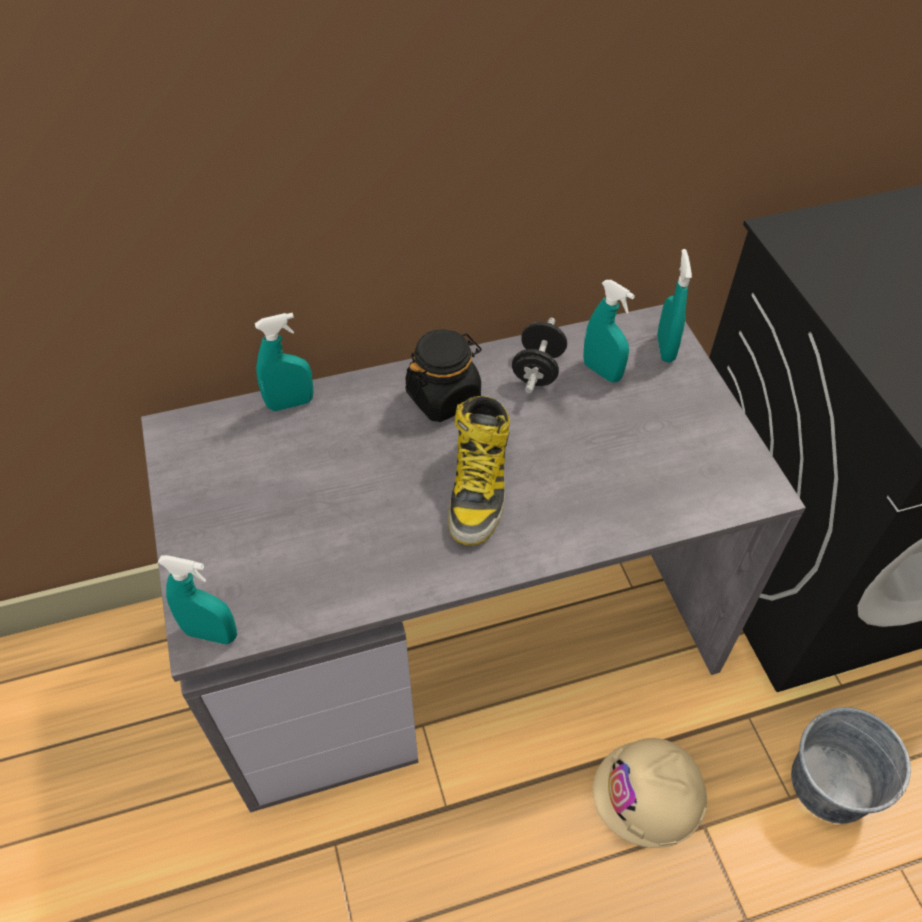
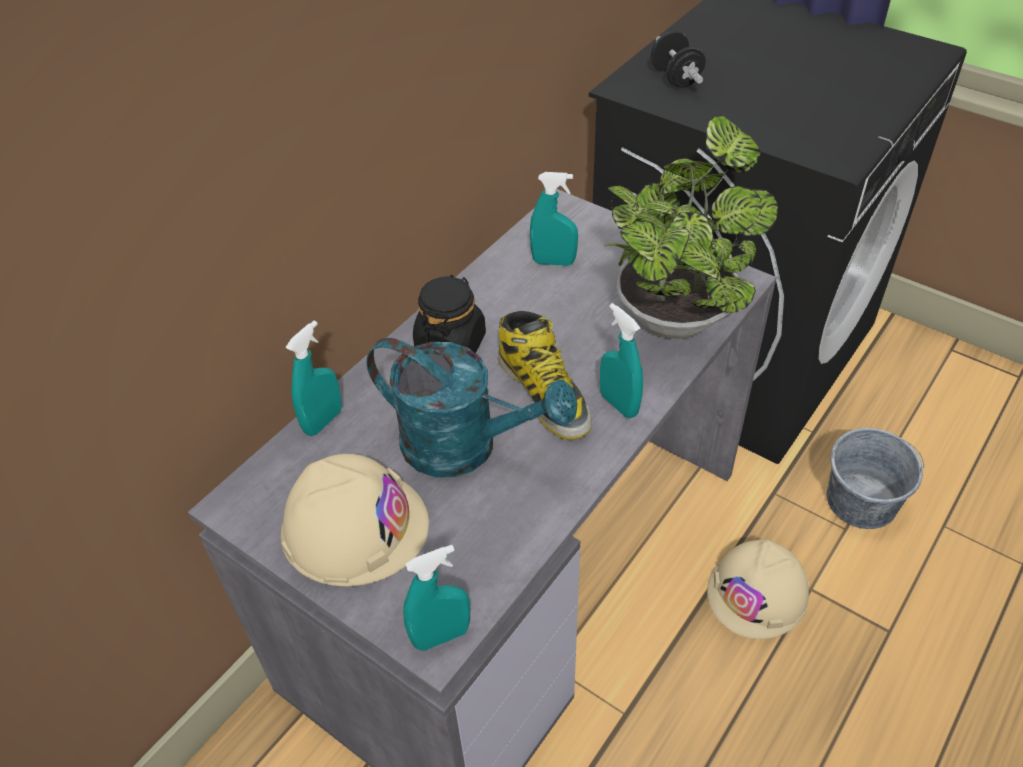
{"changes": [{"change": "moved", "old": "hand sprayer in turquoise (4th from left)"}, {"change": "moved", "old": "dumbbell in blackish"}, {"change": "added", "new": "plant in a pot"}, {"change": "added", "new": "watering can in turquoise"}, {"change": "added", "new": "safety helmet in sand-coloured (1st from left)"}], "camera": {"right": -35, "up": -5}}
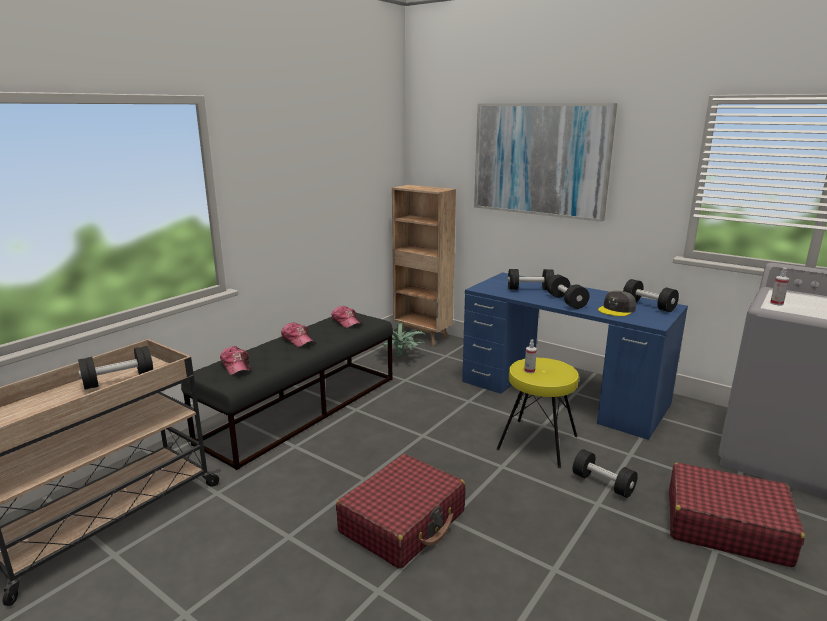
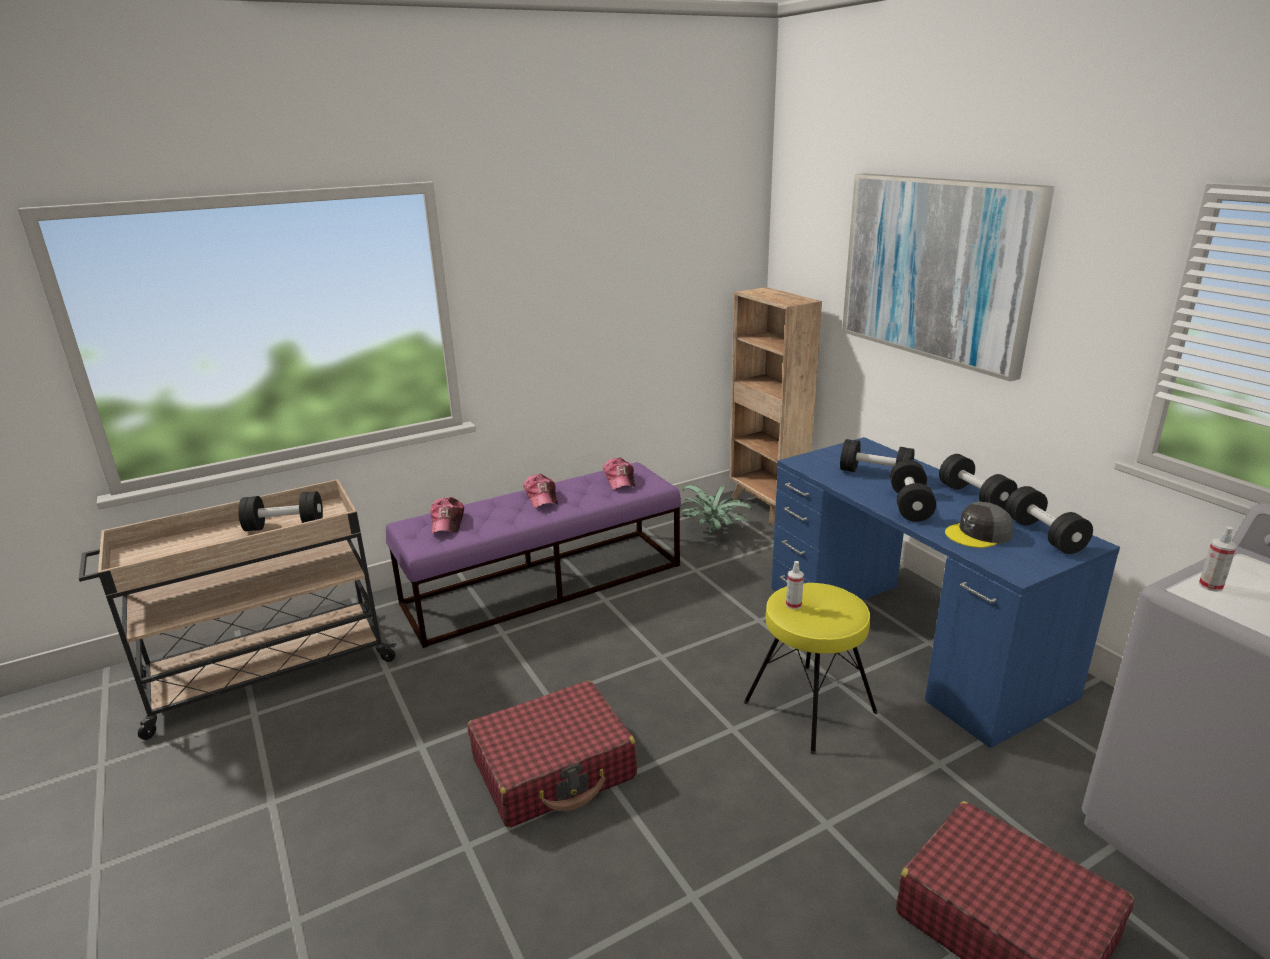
{"changes": [{"change": "recoloured", "old": "bench in blackish", "new": "bench in purple-coloured"}, {"change": "moved", "old": "dumbbell in blackish (4th from left)"}], "camera": {"right": 25, "up": 5}}
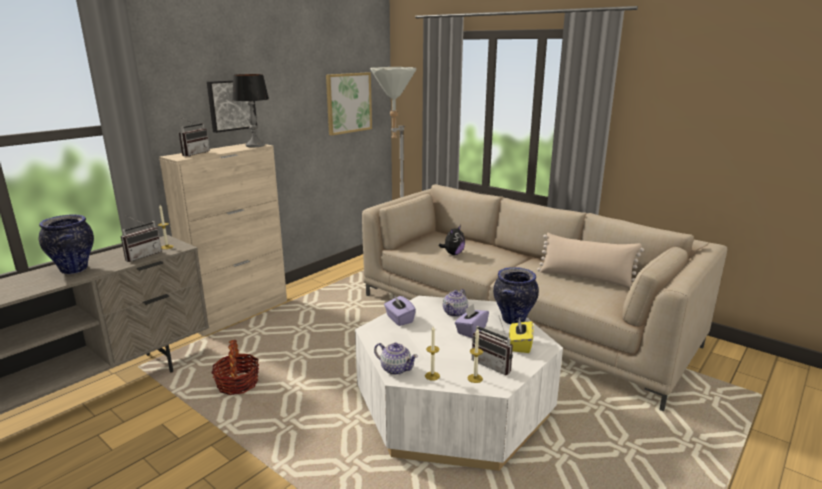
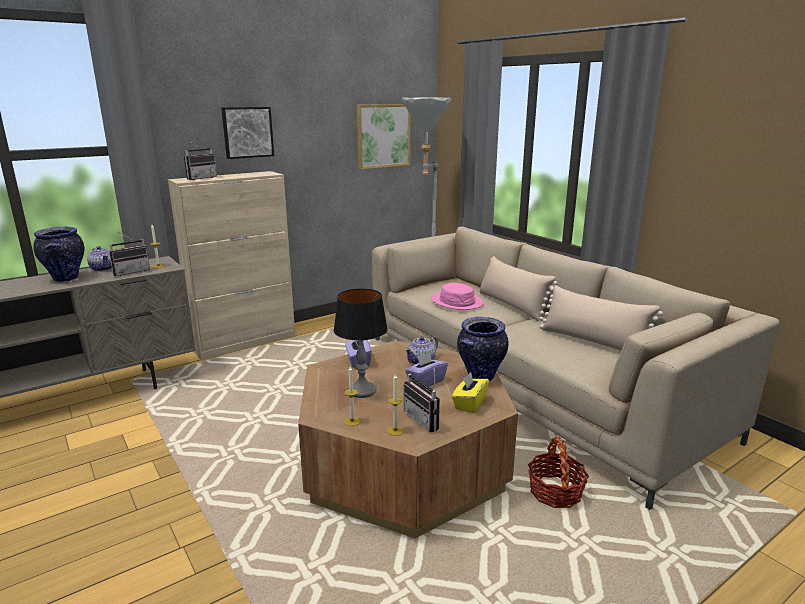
{"changes": [{"change": "moved", "old": "lamp for a table"}, {"change": "replaced", "old": "plush toy", "new": "clothing hat in pink"}, {"change": "recoloured", "old": "coffee table in white-coloured", "new": "coffee table in brown-coloured"}, {"change": "moved", "old": "storage basket"}, {"change": "moved", "old": "teapot (1st from left)"}, {"change": "added", "new": "throw pillow in sand-coloured (1st from left)"}], "camera": {"right": 15, "up": 0}}
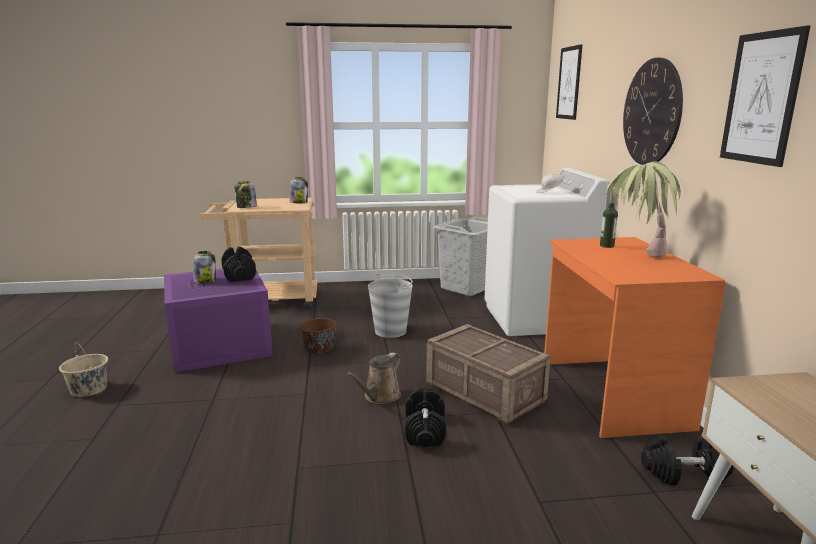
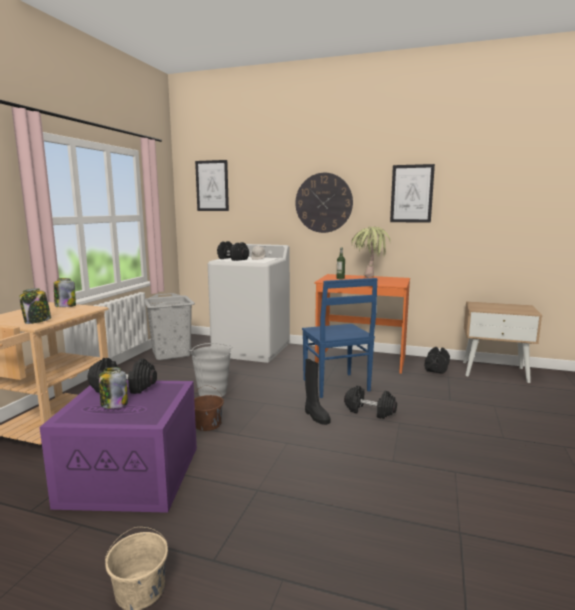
{"changes": [{"change": "replaced", "old": "shipping crate", "new": "upright chair in blue-coloured"}, {"change": "replaced", "old": "watering can in brown-coloured", "new": "tall boot in blackish"}, {"change": "added", "new": "dumbbell in blackish (2nd from left)"}], "camera": {"right": -65, "up": -5}}
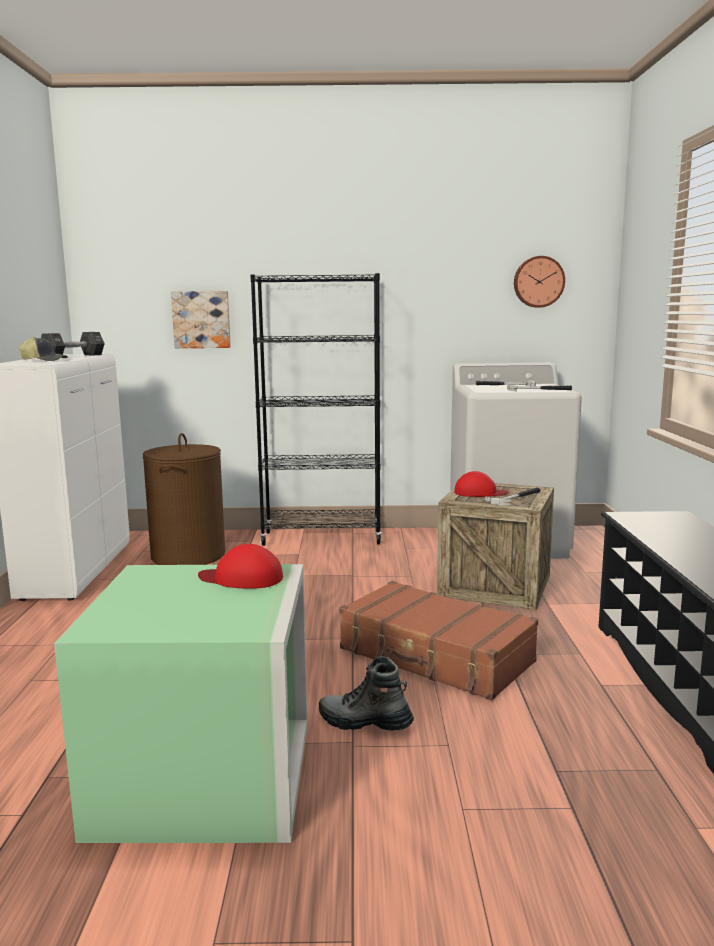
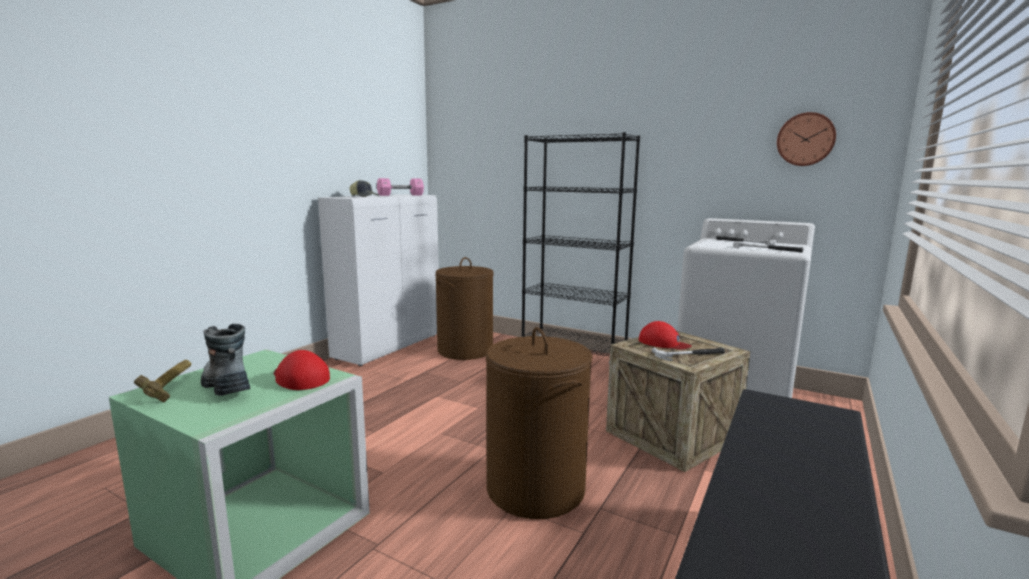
{"changes": [{"change": "removed", "old": "picture"}, {"change": "recoloured", "old": "dumbbell in blackish", "new": "dumbbell in pink"}, {"change": "replaced", "old": "piece of luggage in brown-coloured", "new": "washing basket in brown-coloured (2nd from left)"}, {"change": "moved", "old": "tall boot"}, {"change": "added", "new": "hand hammer (1st from left)"}], "camera": {"right": 30, "up": 0}}
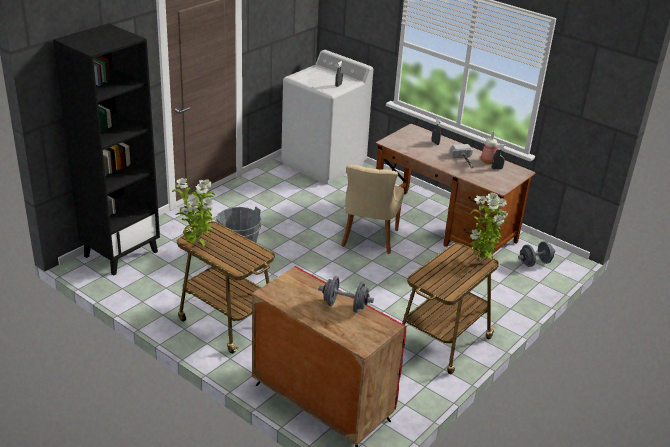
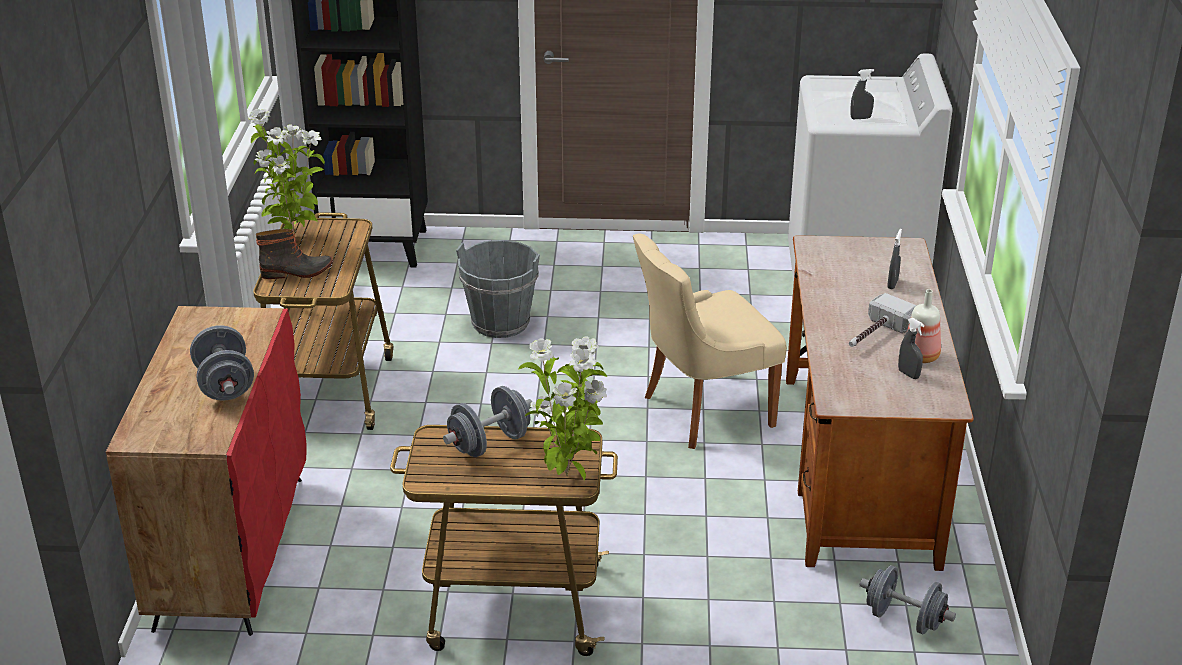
{"changes": [{"change": "added", "new": "tall boot"}, {"change": "added", "new": "dumbbell in greyish (2nd from left)"}], "camera": {"right": 55, "up": 0}}
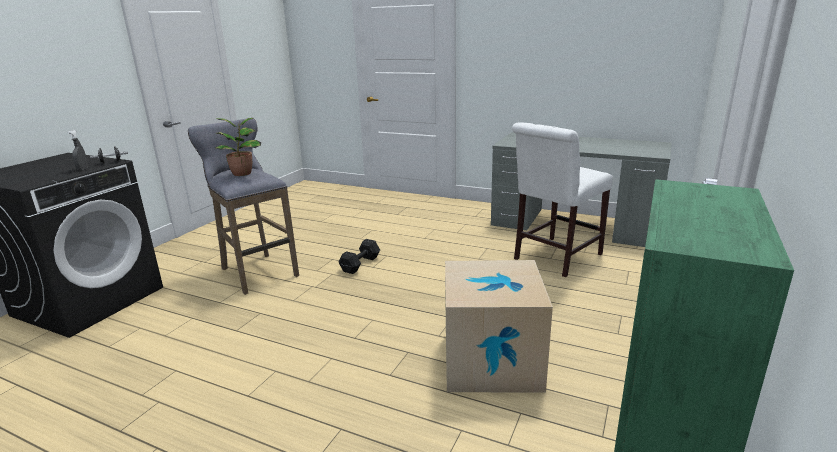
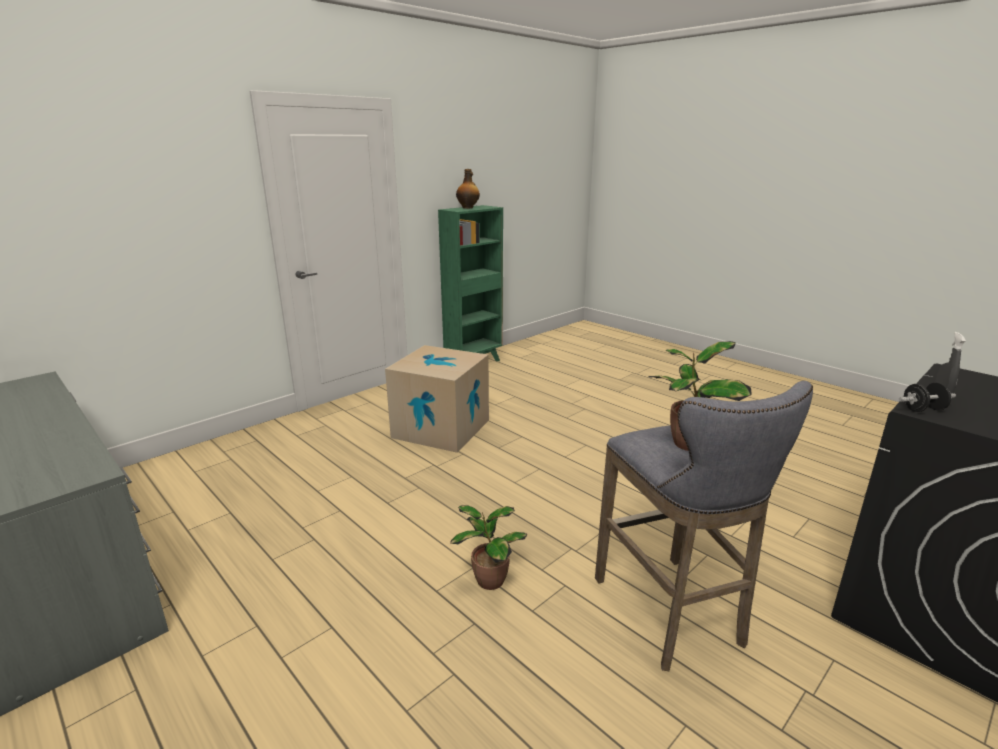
{"changes": [{"change": "removed", "old": "upright chair in white-coloured"}, {"change": "replaced", "old": "dumbbell in blackish (2nd from left)", "new": "plant in a pot (1st from left)"}, {"change": "added", "new": "bottle"}], "camera": {"right": -160, "up": 0}}
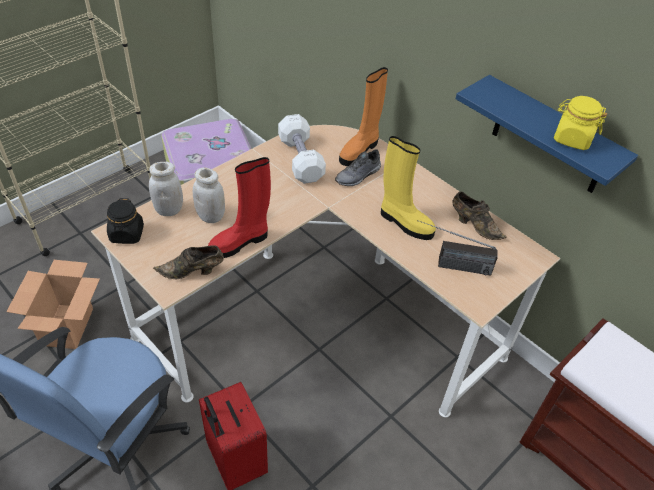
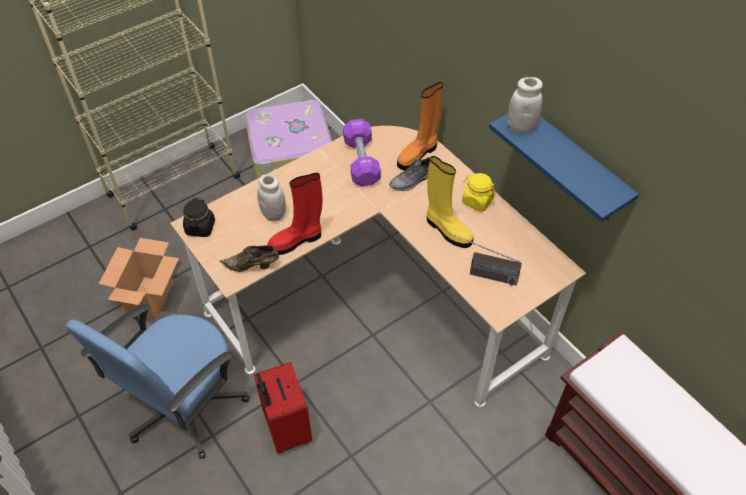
{"changes": [{"change": "moved", "old": "jar in yellowish"}, {"change": "recoloured", "old": "dumbbell in white-coloured", "new": "dumbbell in purple-coloured"}, {"change": "moved", "old": "jar in white-coloured (1st from left in the first image)", "new": "jar in white-coloured (2nd from left)"}, {"change": "removed", "old": "shoe in brown-coloured (2nd from left)"}], "camera": {"right": 10, "up": 5}}
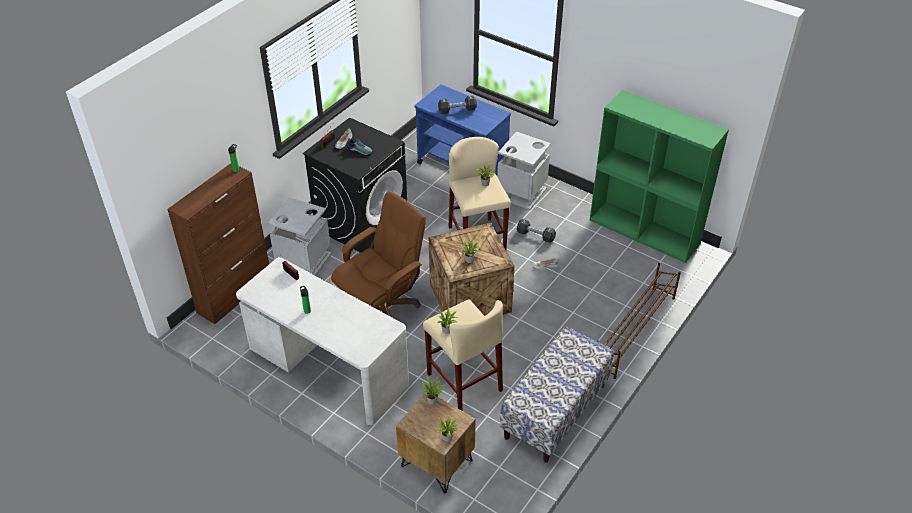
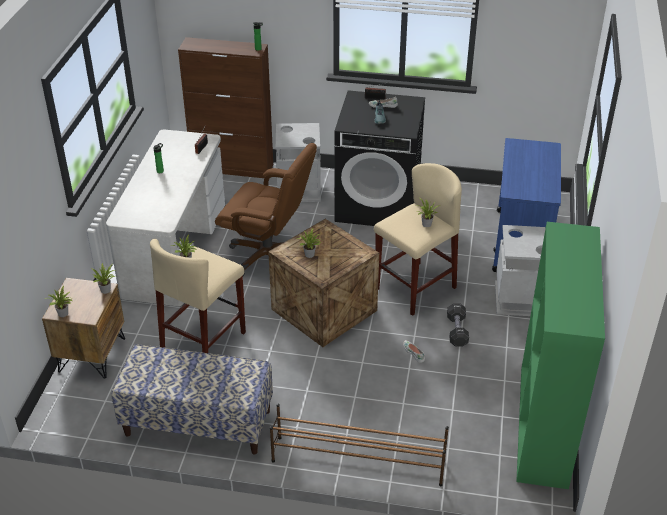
{"changes": [{"change": "removed", "old": "dumbbell in blackish (1st from left)"}], "camera": {"right": 65, "up": -5}}
